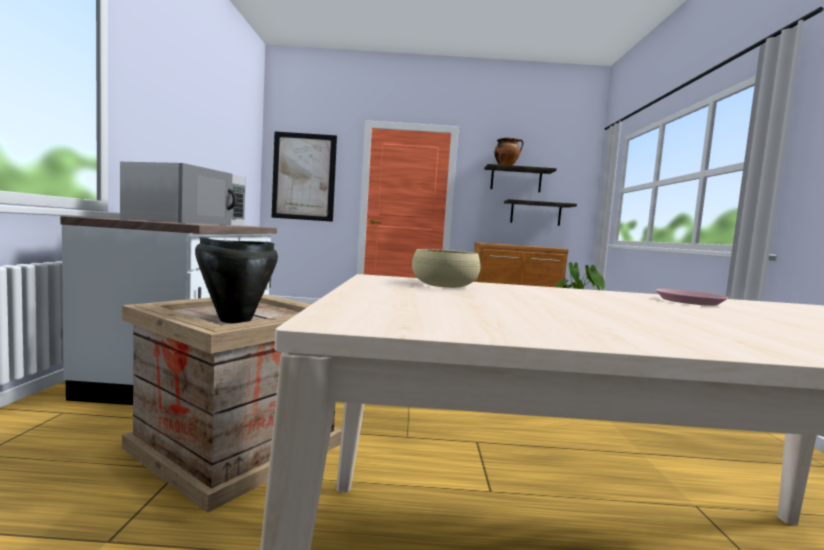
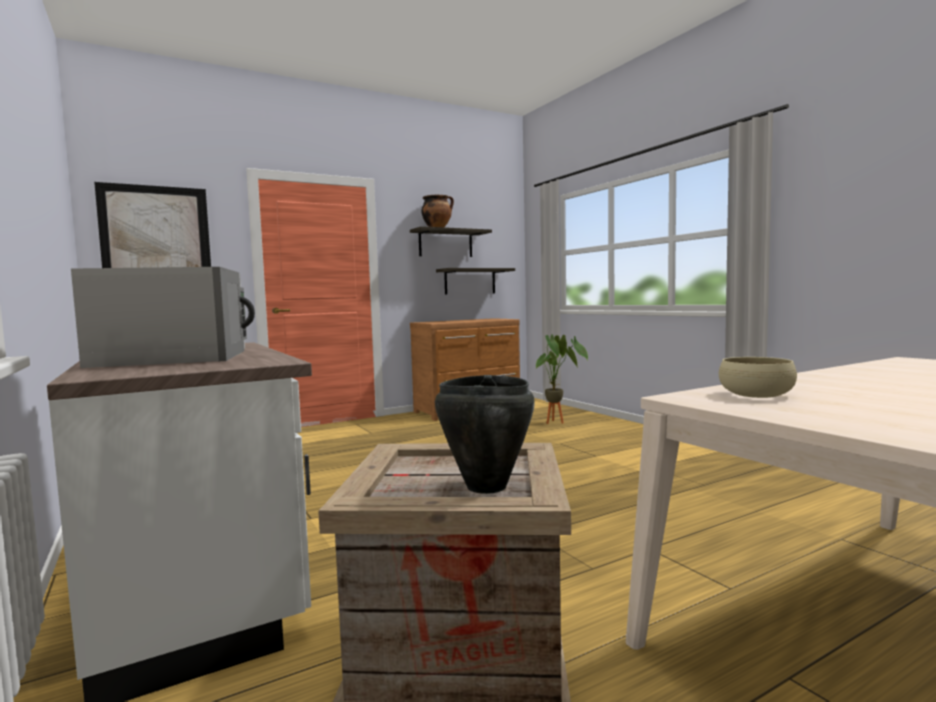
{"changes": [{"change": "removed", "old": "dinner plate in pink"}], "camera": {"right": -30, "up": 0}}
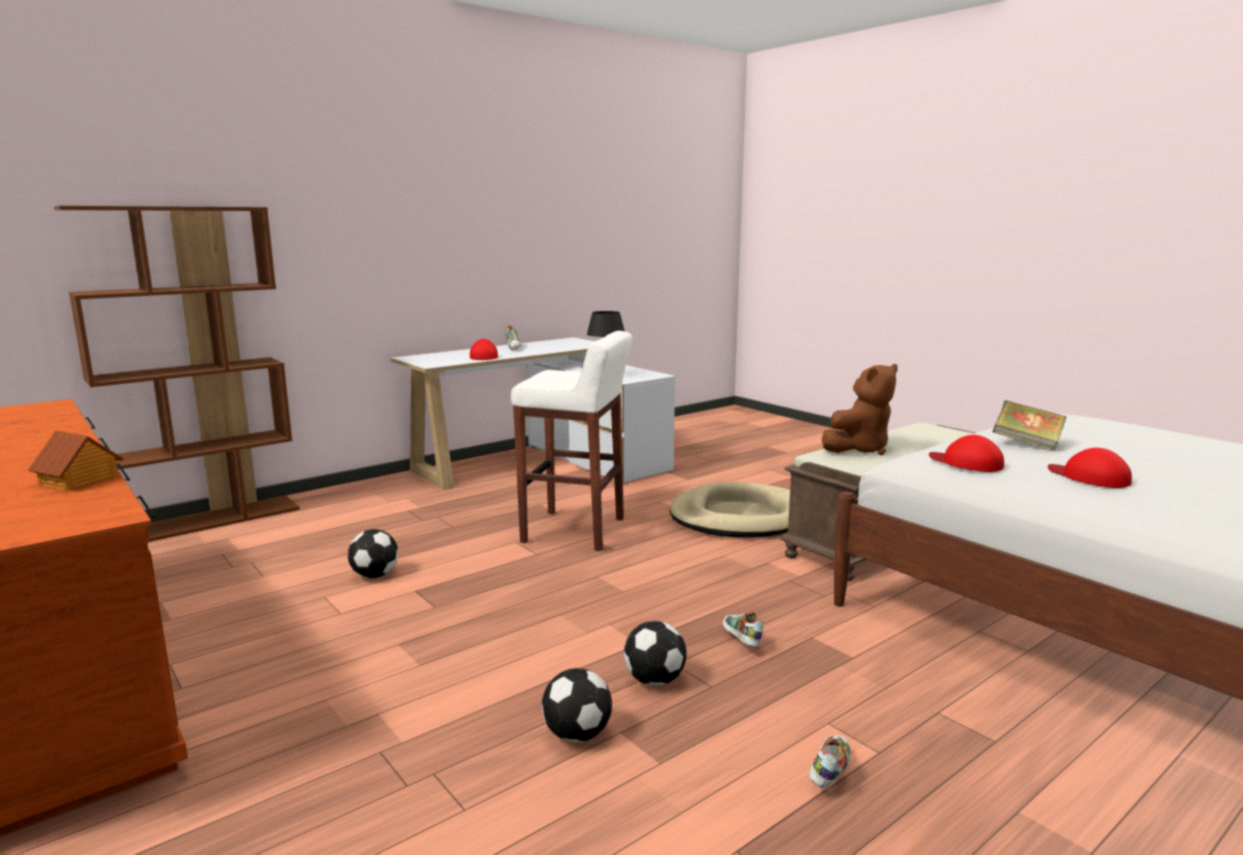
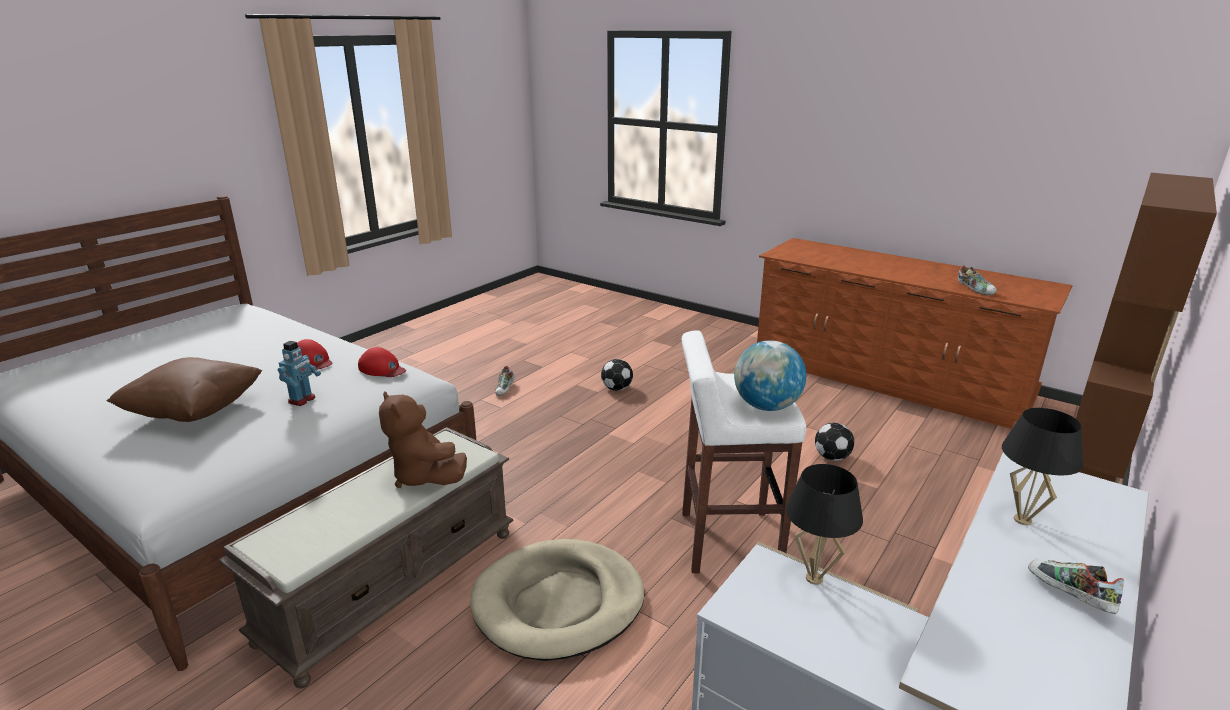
{"changes": [{"change": "replaced", "old": "cap in red (1st from left)", "new": "lamp for a table in blackish (2nd from left)"}, {"change": "turned", "old": "plush toy in brown-coloured", "degrees": -75}, {"change": "replaced", "old": "bound book", "new": "model robot"}, {"change": "removed", "old": "toy house"}, {"change": "moved", "old": "shoe (2nd from left)"}, {"change": "removed", "old": "football (3rd from left)"}, {"change": "added", "new": "world globe"}, {"change": "added", "new": "throw pillow in brown-coloured"}], "camera": {"right": 165, "up": 10}}
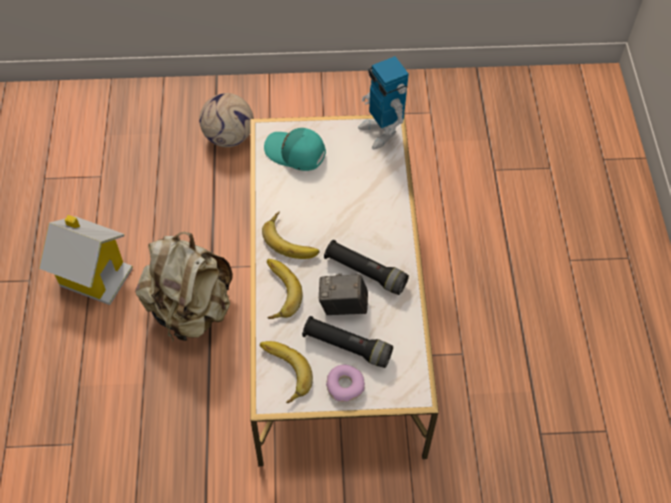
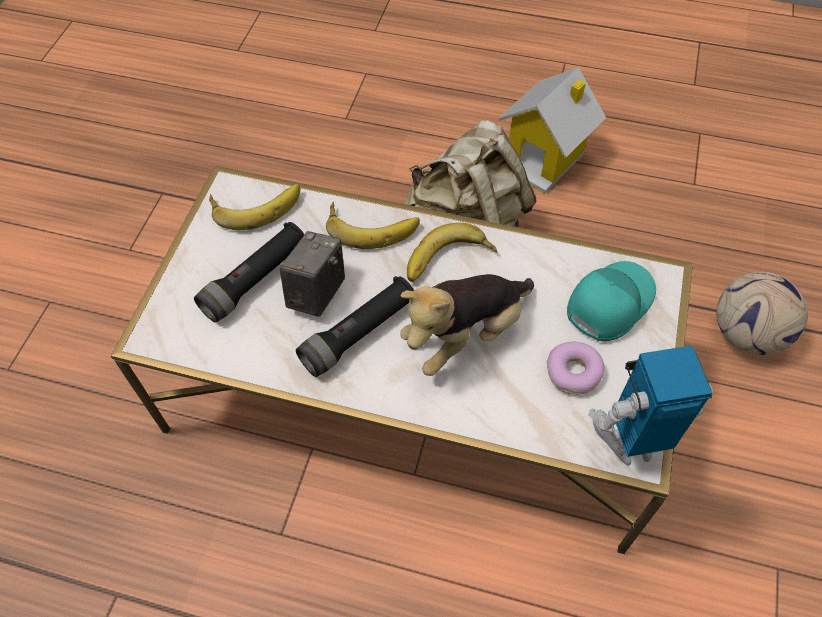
{"changes": [{"change": "moved", "old": "ring doughnut"}, {"change": "added", "new": "plush toy"}], "camera": {"right": 110, "up": 0}}
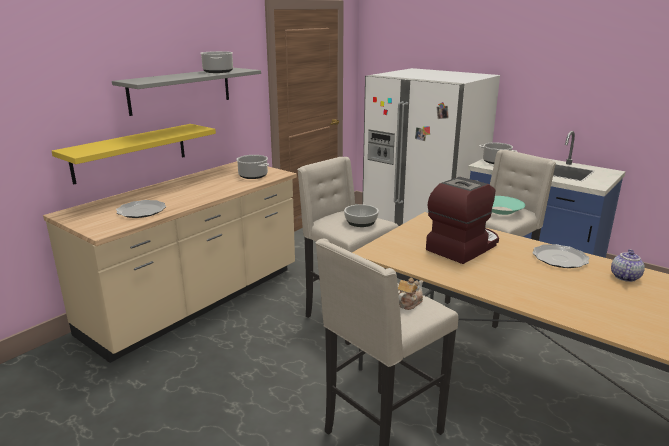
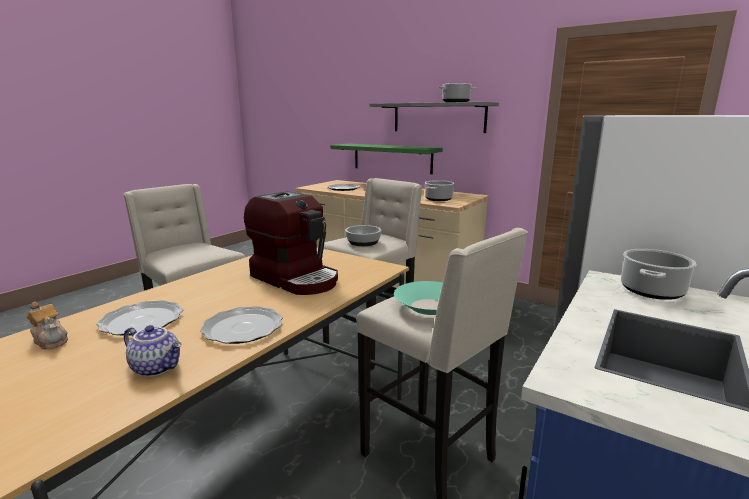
{"changes": [{"change": "recoloured", "old": "bracket shelf in yellowish", "new": "bracket shelf in green-coloured"}, {"change": "moved", "old": "teapot (1st from left)"}, {"change": "added", "new": "dinner plate (1st from left)"}], "camera": {"right": 85, "up": -5}}
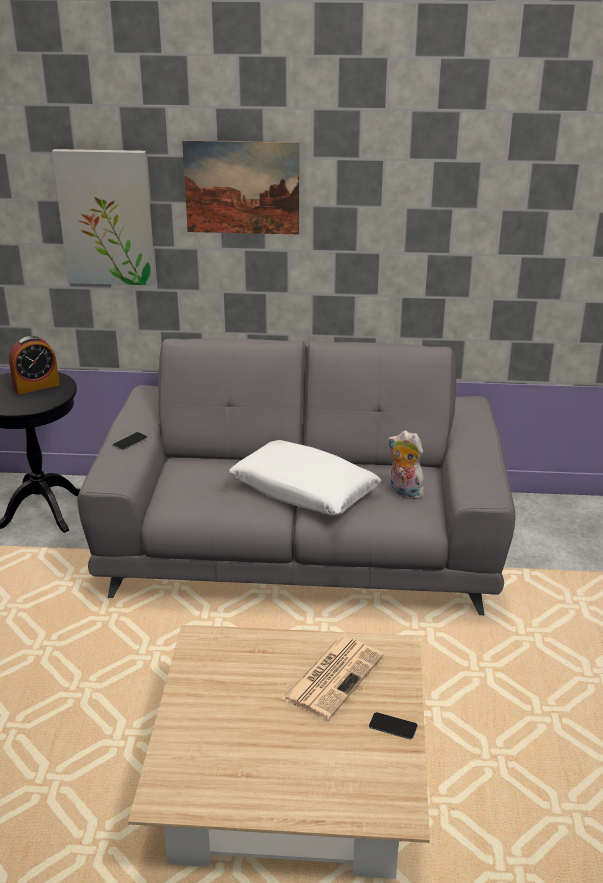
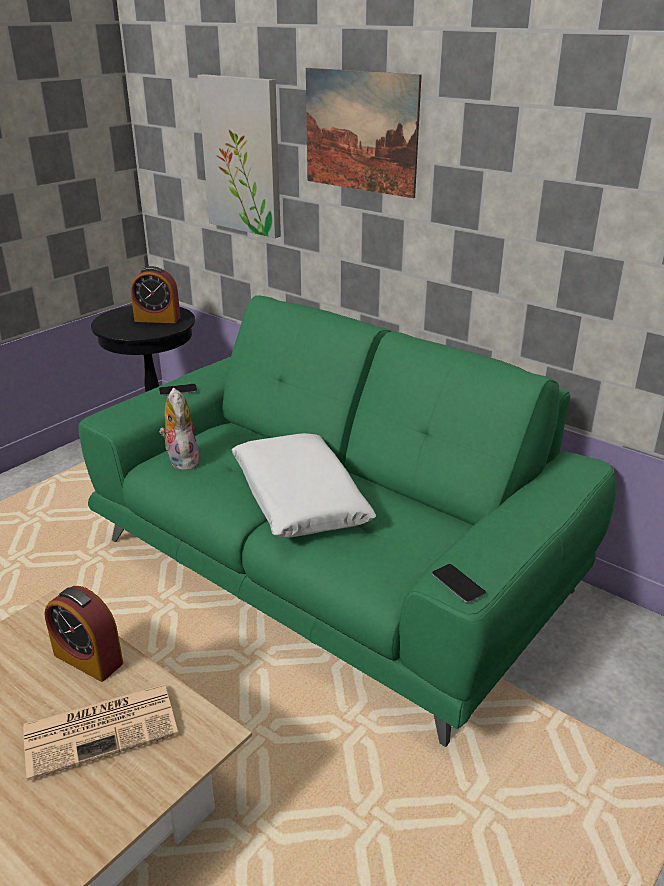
{"changes": [{"change": "recoloured", "old": "couch in greyish", "new": "couch in green-coloured"}, {"change": "moved", "old": "plush toy"}, {"change": "moved", "old": "phone (2nd from left)"}, {"change": "added", "new": "bedside clock (1st from left)"}], "camera": {"right": 35, "up": 0}}
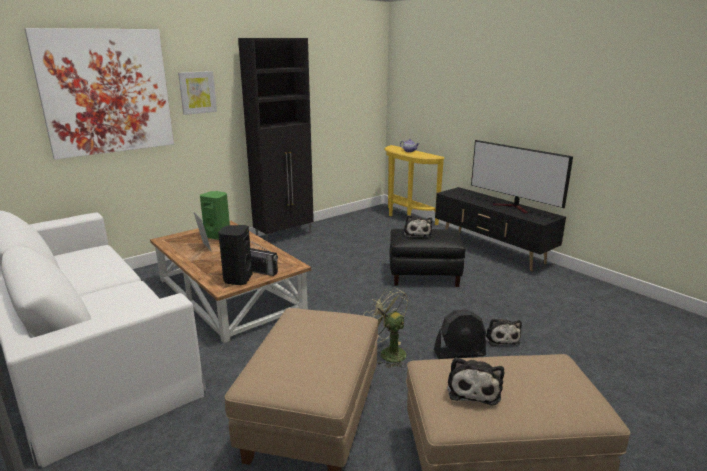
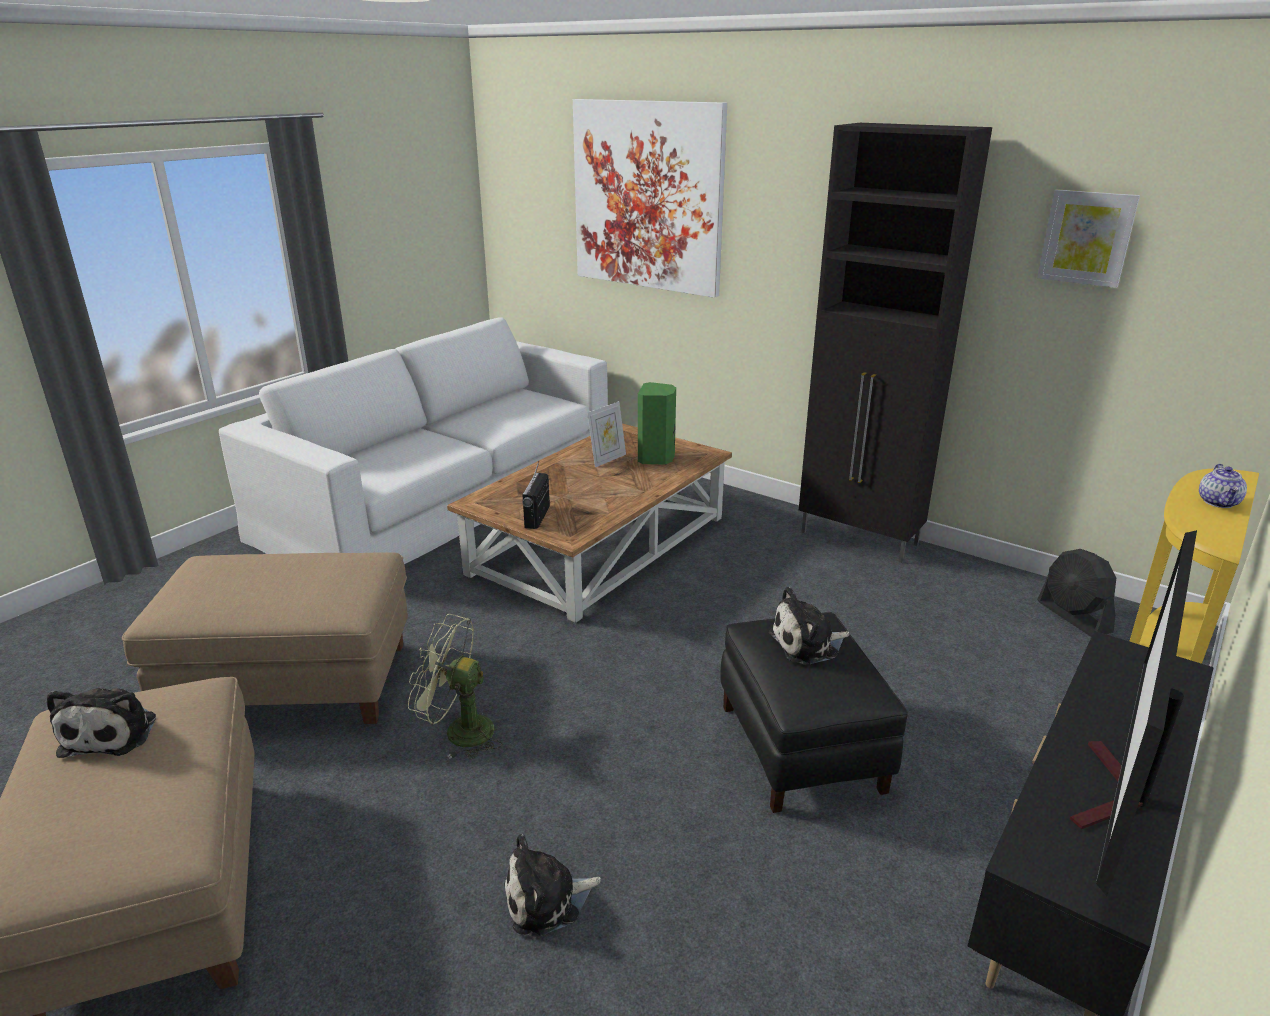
{"changes": [{"change": "moved", "old": "picture (2nd from left)"}, {"change": "removed", "old": "audio speaker in blackish"}, {"change": "turned", "old": "electric fan in green-coloured", "degrees": -105}, {"change": "moved", "old": "electric fan in blackish"}, {"change": "turned", "old": "plush toy (2nd from left in the first image)", "degrees": -90}], "camera": {"right": 75, "up": 5}}
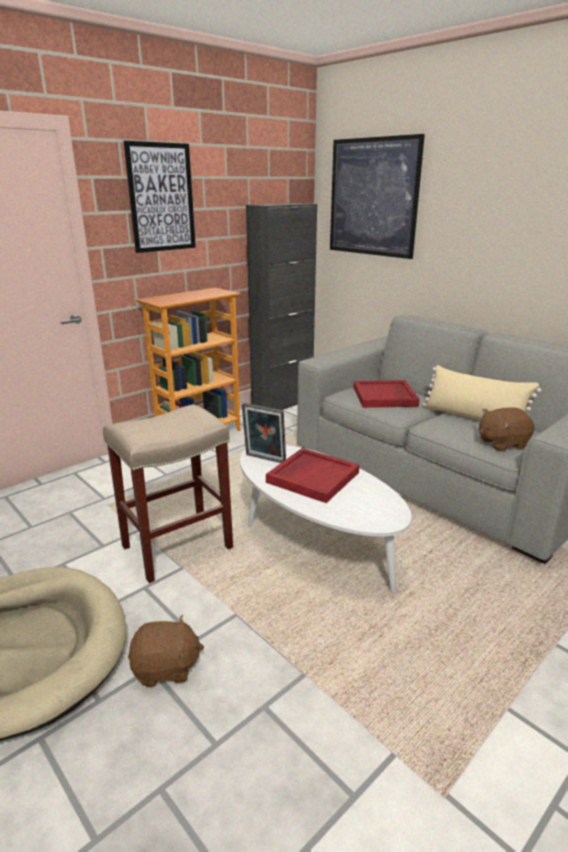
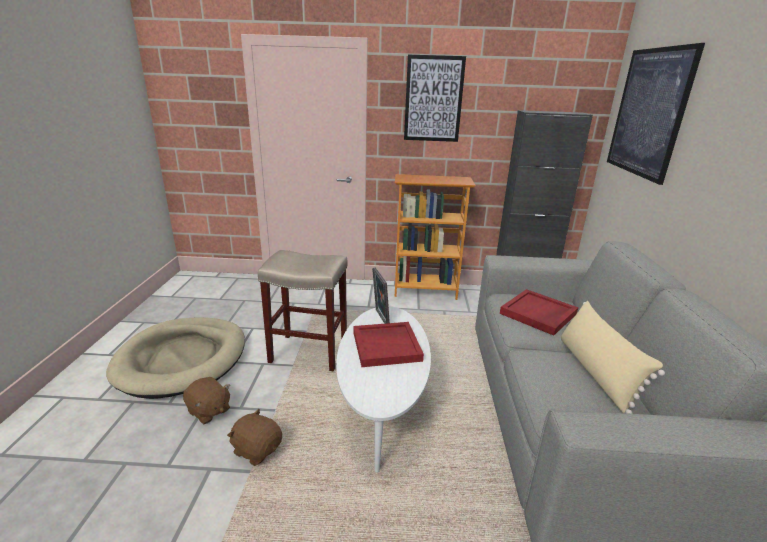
{"changes": [{"change": "moved", "old": "plush toy in brown-coloured (2nd from left)"}], "camera": {"right": 45, "up": 0}}
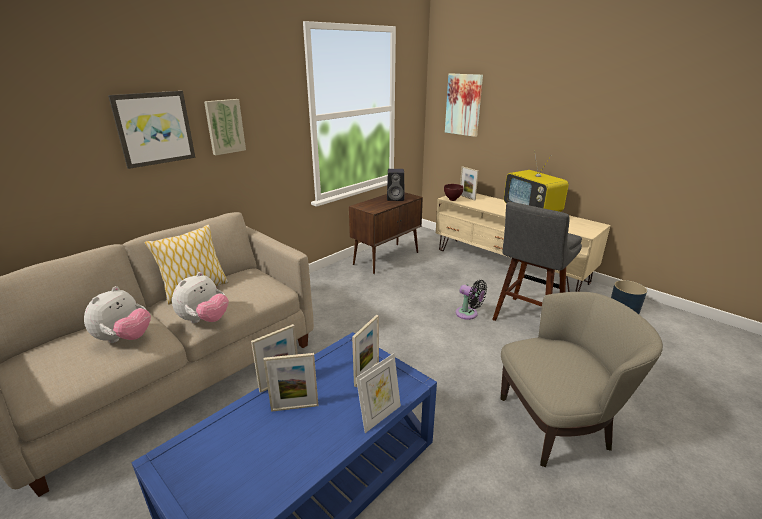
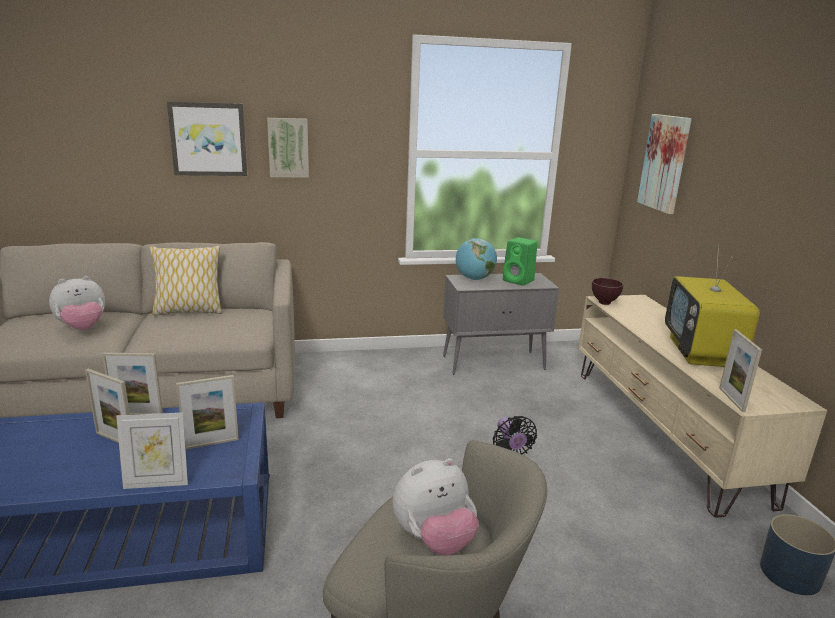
{"changes": [{"change": "moved", "old": "standing frame (5th from left)"}, {"change": "recoloured", "old": "audio speaker in blackish", "new": "audio speaker in green-coloured"}, {"change": "recoloured", "old": "storage cabinet in brown-coloured", "new": "storage cabinet in greyish"}, {"change": "removed", "old": "stool in greyish"}, {"change": "moved", "old": "plush toy (2nd from left)"}, {"change": "added", "new": "world globe"}], "camera": {"right": 35, "up": -5}}
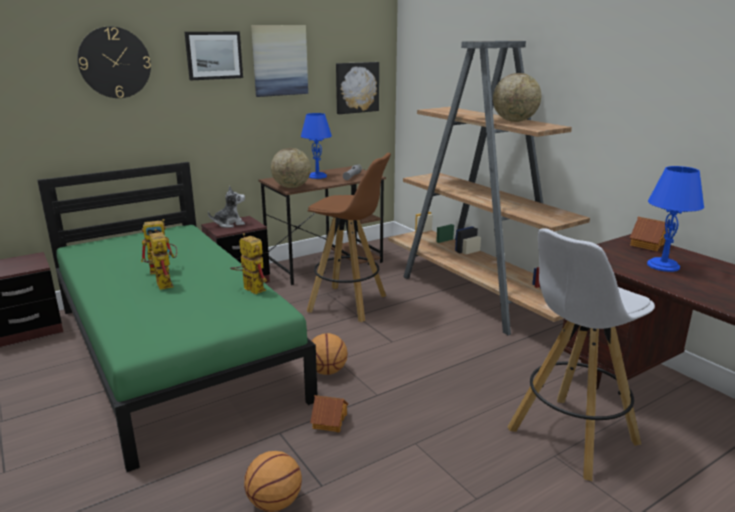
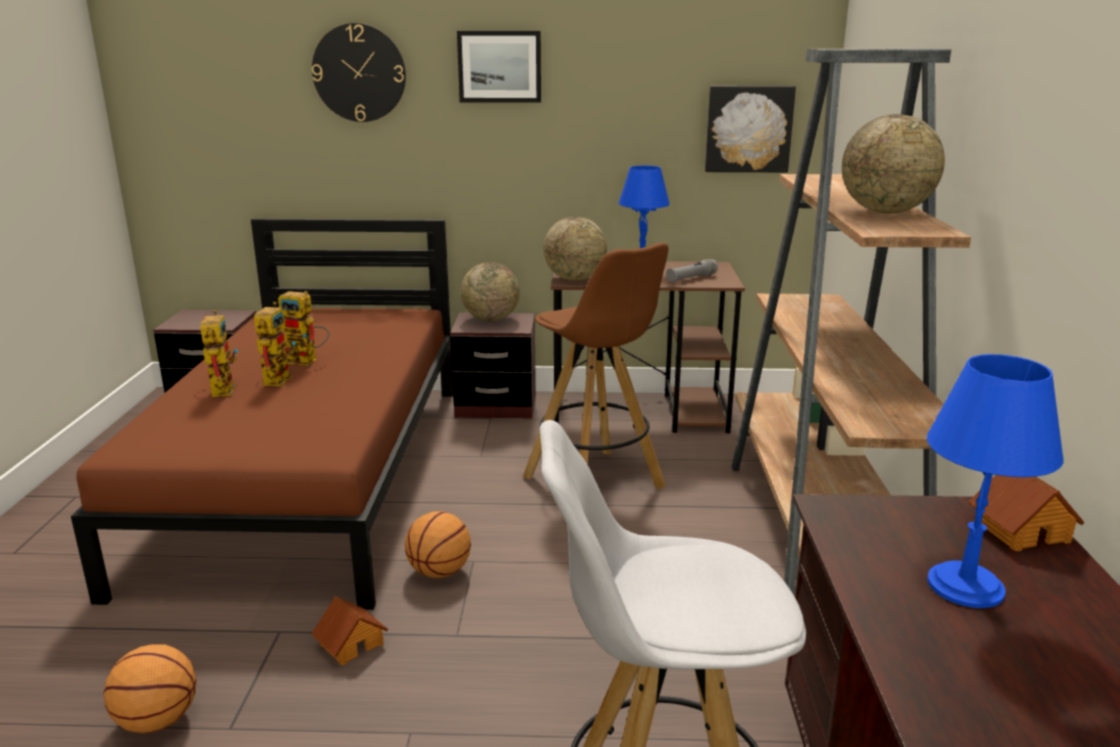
{"changes": [{"change": "removed", "old": "picture (2nd from left)"}, {"change": "recoloured", "old": "sleeping bed in green-coloured", "new": "sleeping bed in brown-coloured"}, {"change": "replaced", "old": "plush toy", "new": "world globe (1st from left)"}, {"change": "moved", "old": "model robot (3rd from left in the first image)", "new": "model robot (1st from left)"}], "camera": {"right": 35, "up": 0}}
